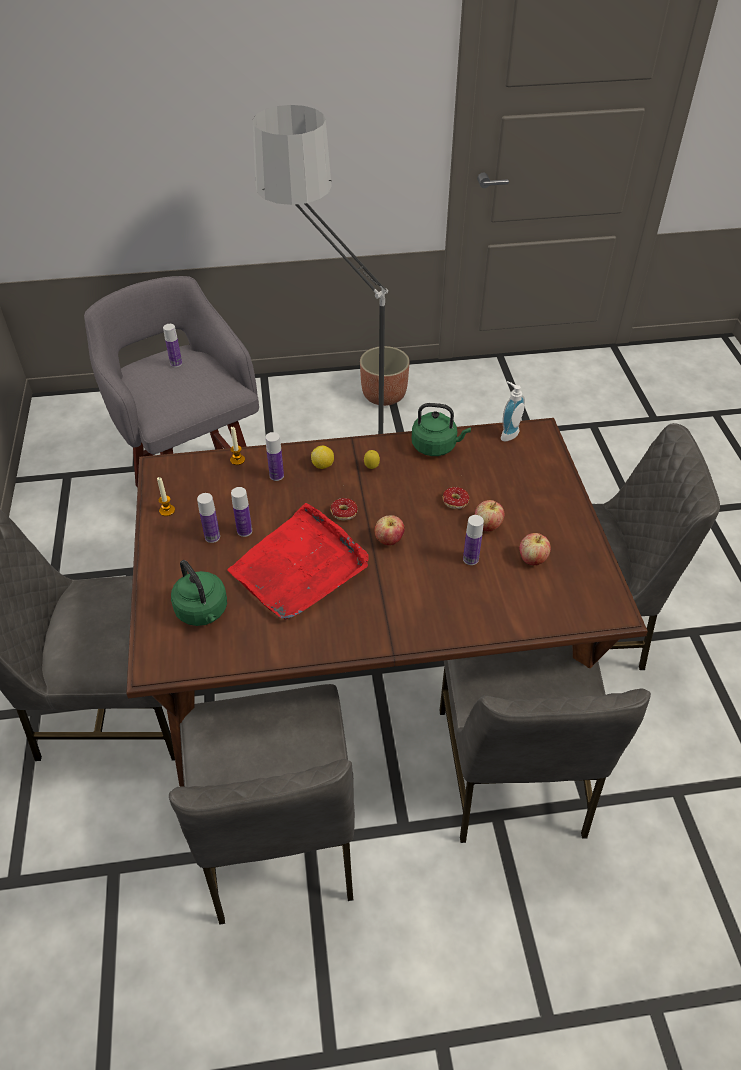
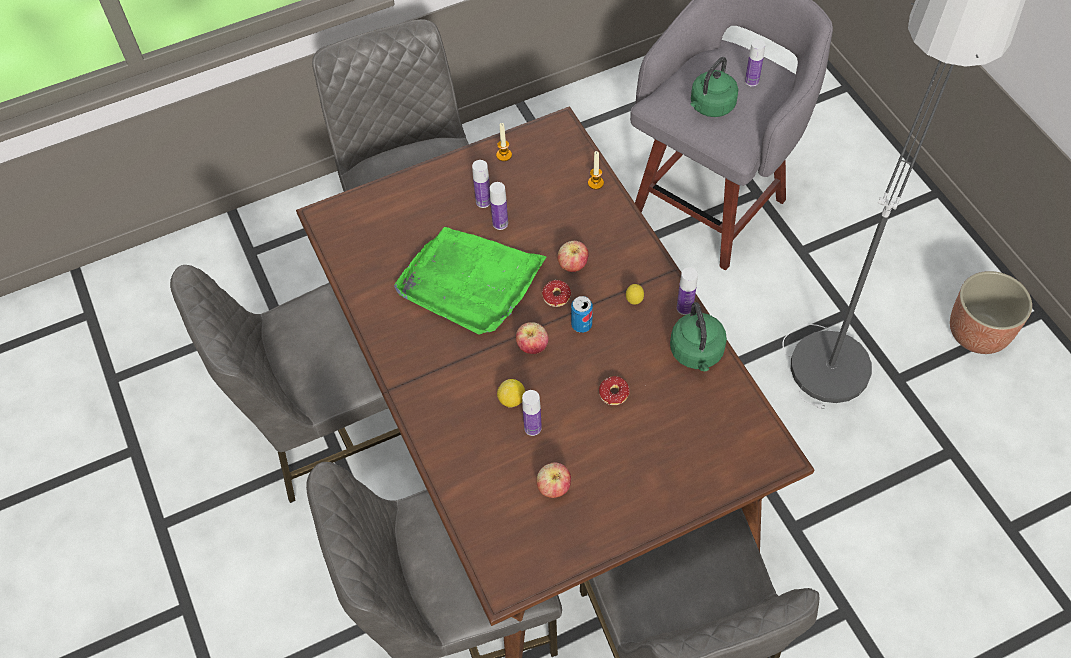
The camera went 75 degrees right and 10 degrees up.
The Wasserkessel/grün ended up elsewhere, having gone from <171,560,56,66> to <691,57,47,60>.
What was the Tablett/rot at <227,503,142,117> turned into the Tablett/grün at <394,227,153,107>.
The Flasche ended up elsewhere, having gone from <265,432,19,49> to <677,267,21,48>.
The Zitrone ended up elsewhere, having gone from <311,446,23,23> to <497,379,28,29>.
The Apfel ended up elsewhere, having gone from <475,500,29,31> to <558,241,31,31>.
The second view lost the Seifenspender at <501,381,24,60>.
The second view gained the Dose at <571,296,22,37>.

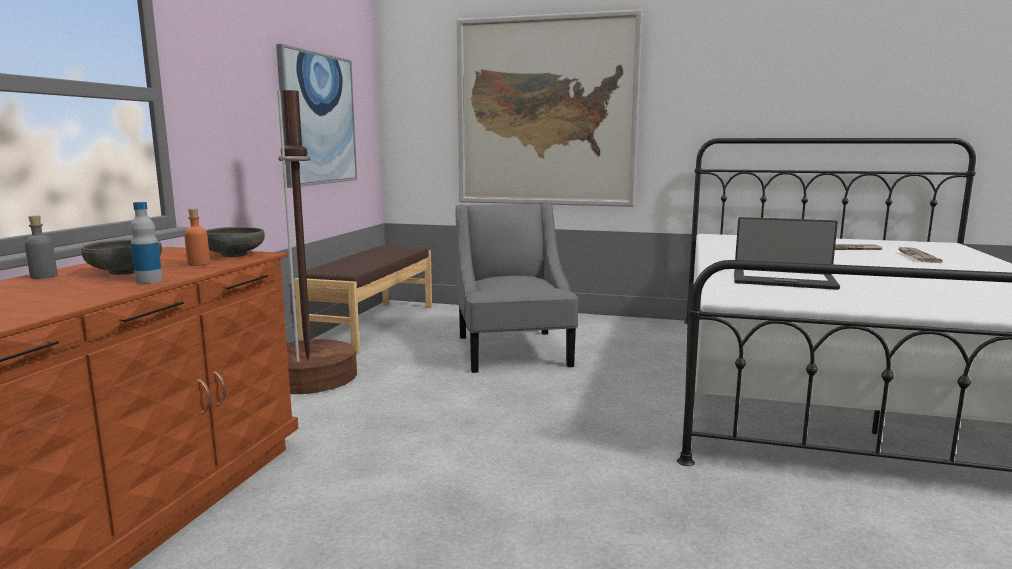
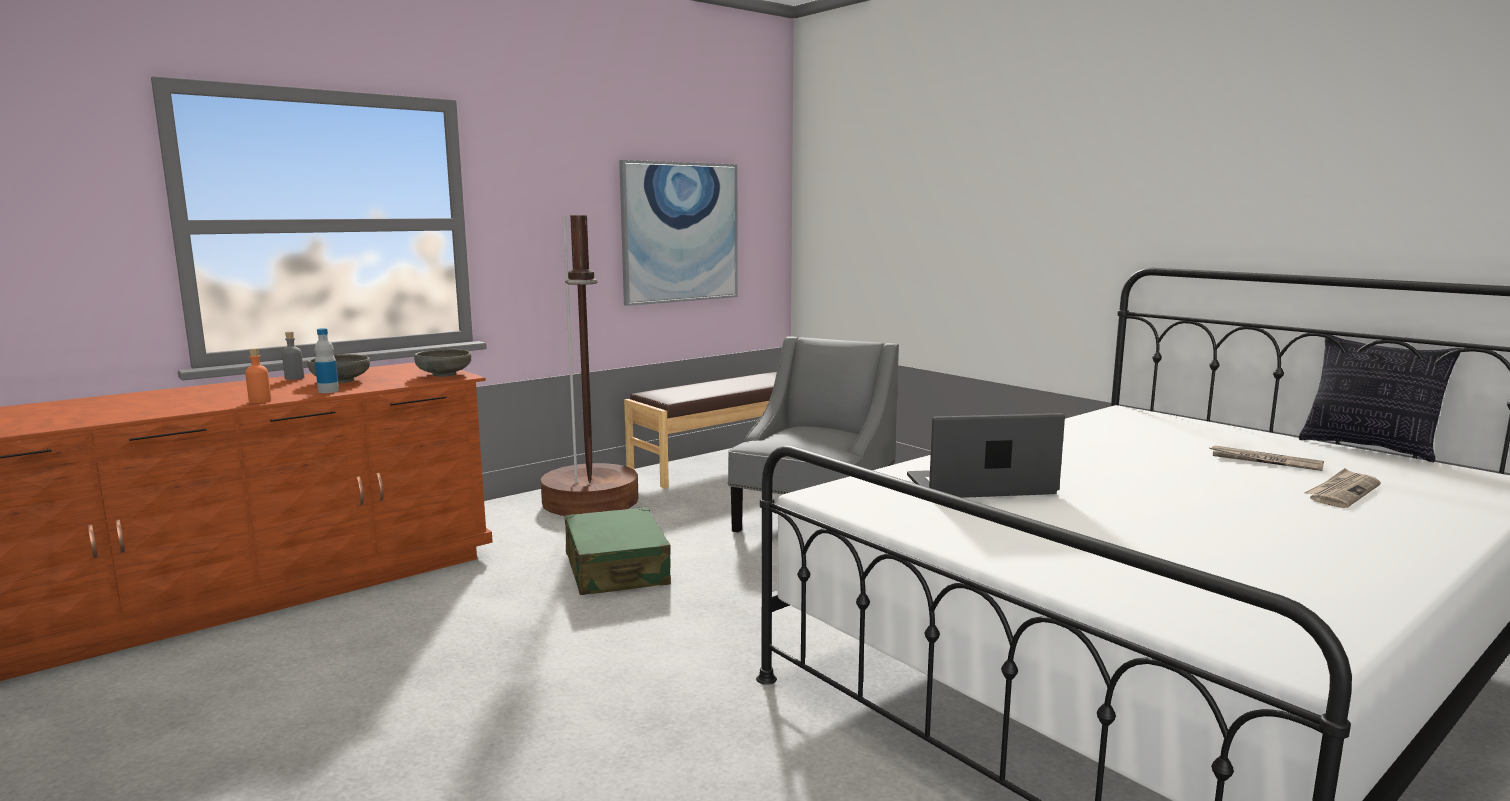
The camera went 35 degrees right and 0 degrees up.
The Flasche/orange ended up elsewhere, having gone from <184,209,26,57> to <245,348,26,55>.
The second view lost the Bild at <456,9,187,198>.
The Laptop at <734,217,106,73> ended up facing another way, 120 degrees clockwise from before.
The second view gained the Koffer/grün at <565,507,106,88>.
The second view gained the Kissen at <1299,335,162,127>.

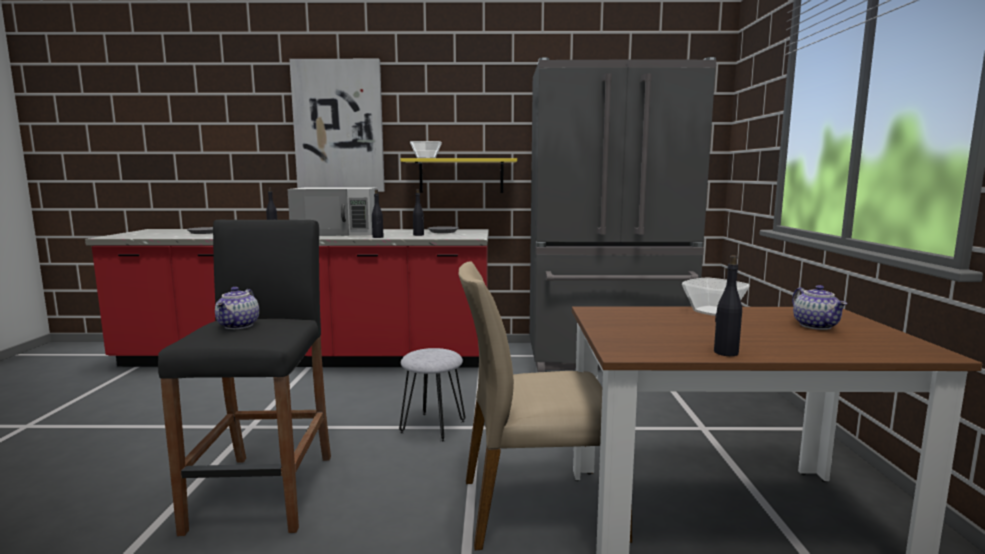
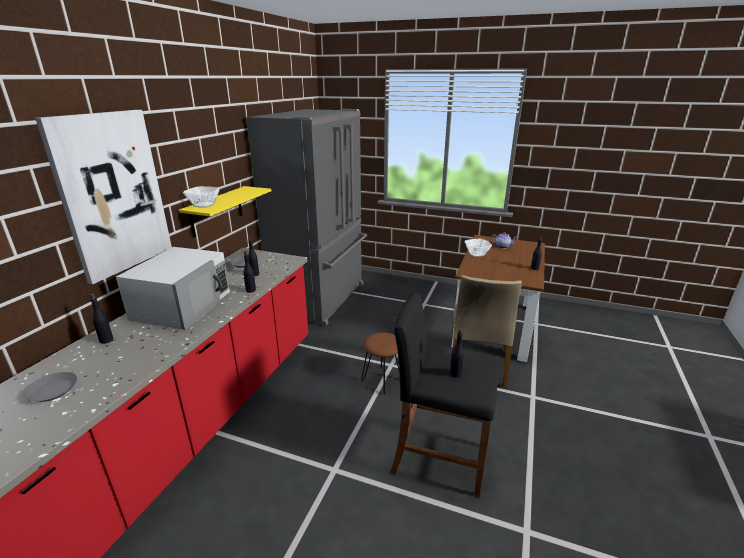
The camera went 70 degrees left and 15 degrees up.
Where the Teekanne stood at <215,287,44,42>, the Flasche/schwarz came to stand at <450,328,14,50>.
What was the Hocker/grau at <399,348,66,94> turned into the Hocker/braun at <361,333,38,62>.

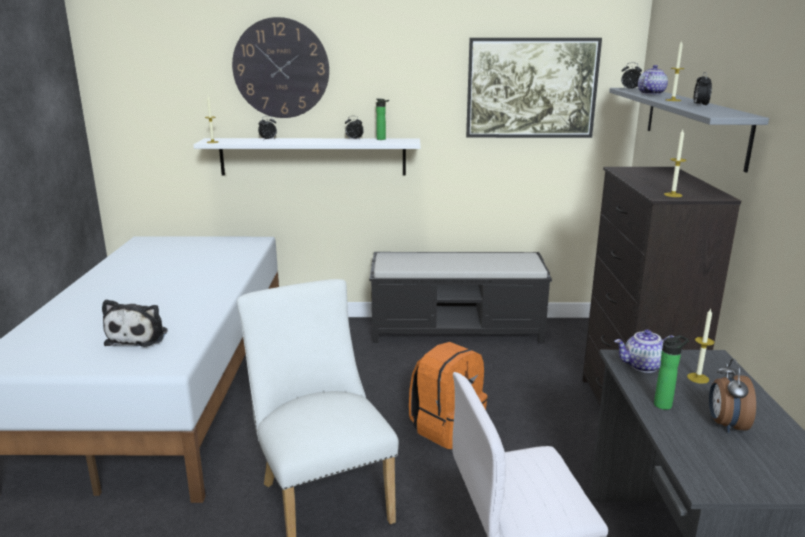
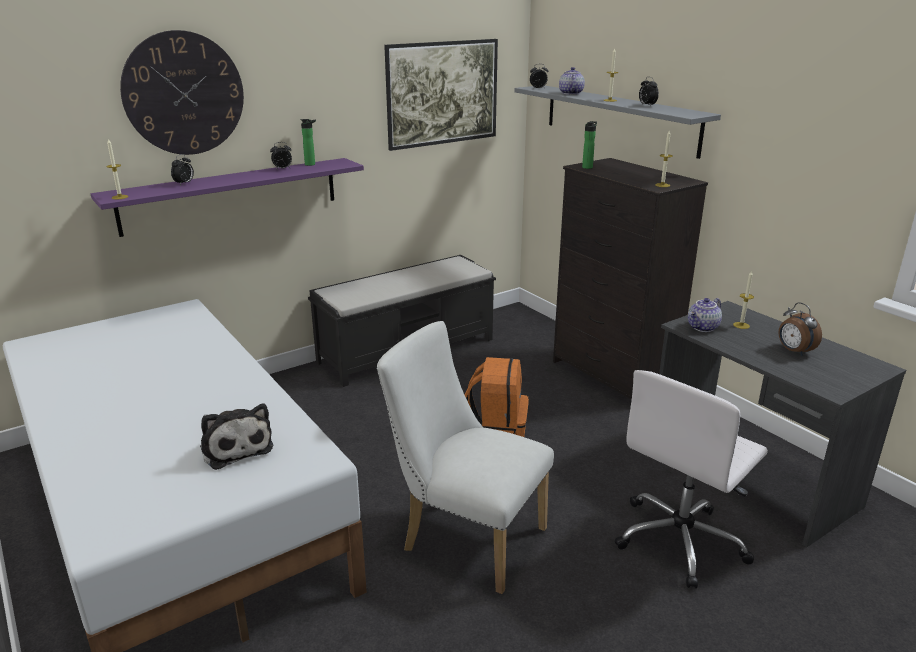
The camera went 35 degrees left and 5 degrees up.
What was the Wandregal/weiß at <193,138,228,38> turned into the Wandregal/lila at <91,158,273,79>.
The Flasche ended up elsewhere, having gone from <654,335,35,75> to <582,121,15,48>.

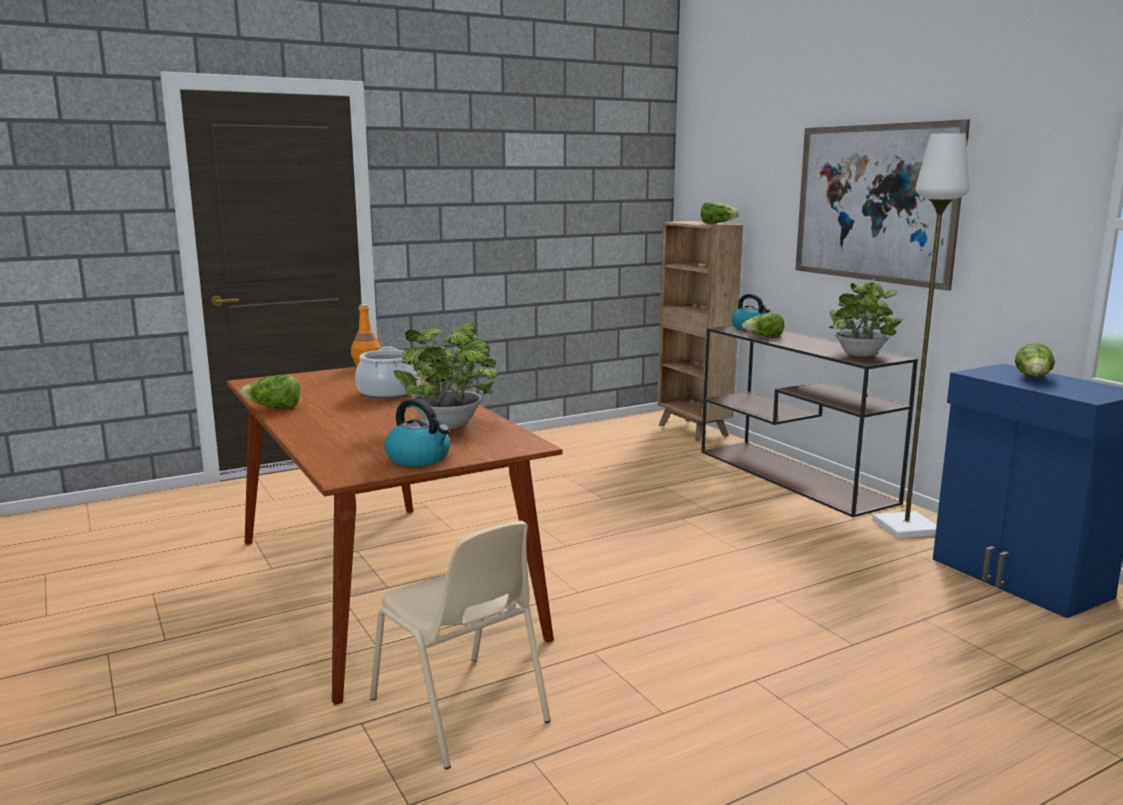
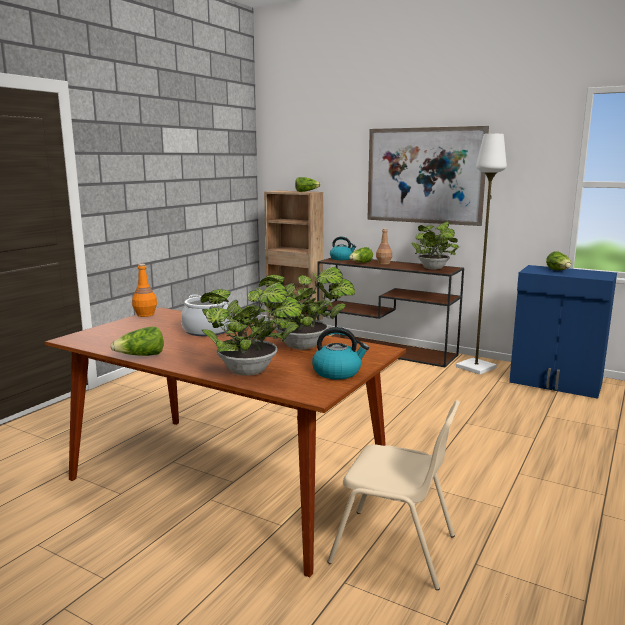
The camera went 30 degrees left and 0 degrees up.
The second view gained the Topfpflanze at <200,283,102,93>.
The second view gained the Flasche/braun at <376,228,16,37>.

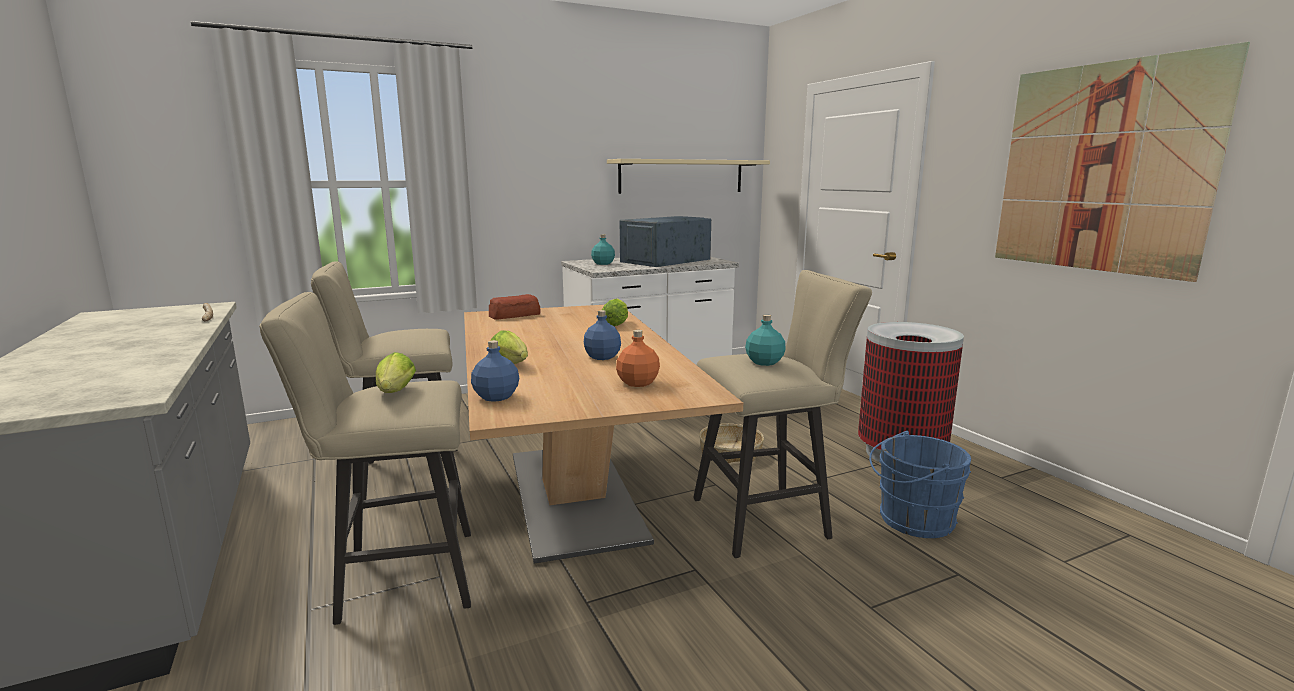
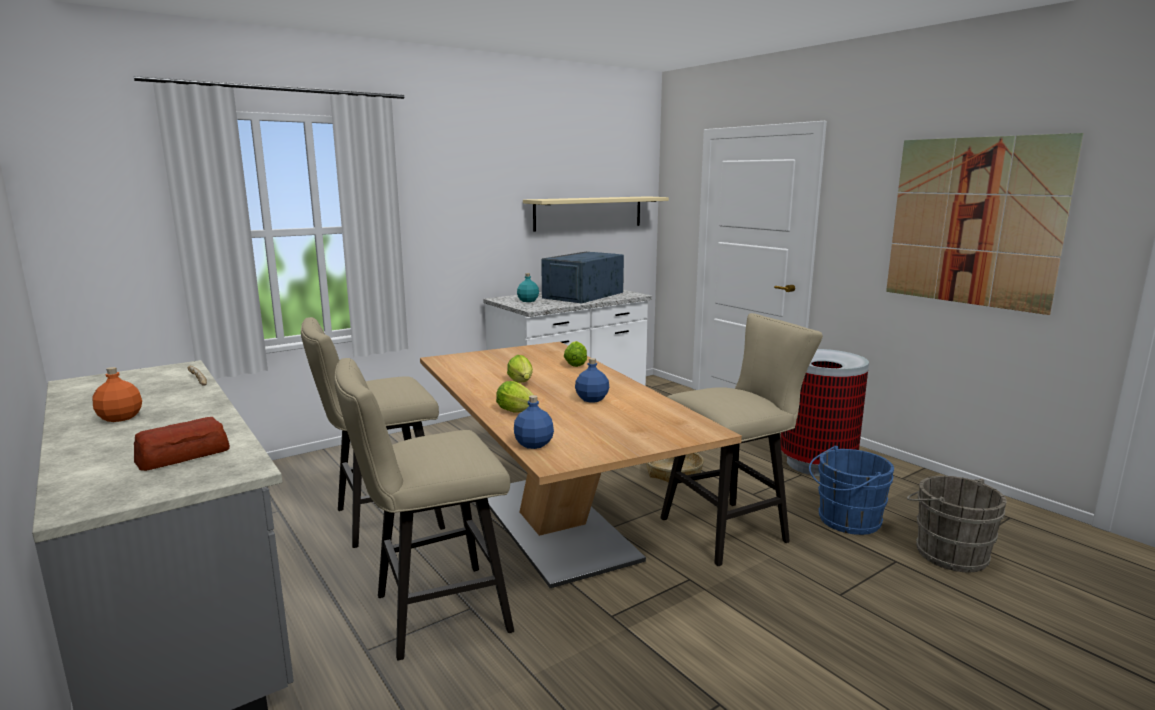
The camera went 10 degrees left and 0 degrees up.
The Salatkopf ended up elsewhere, having gone from <376,352,40,41> to <507,355,26,28>.
The Brot ended up elsewhere, having gone from <489,294,51,26> to <134,417,96,54>.
The Flasche/orange ended up elsewhere, having gone from <616,330,44,57> to <92,367,50,55>.
The second view lost the Flasche/türkis at <745,315,41,51>.
The second view gained the Eimer/grau at <907,476,100,97>.

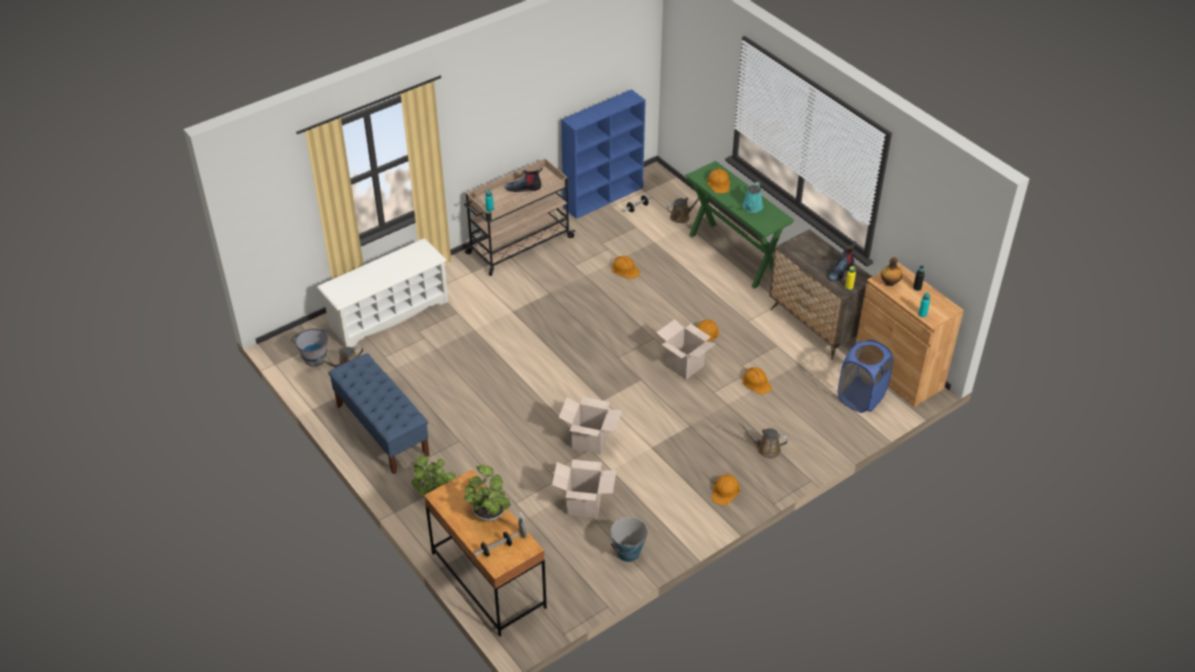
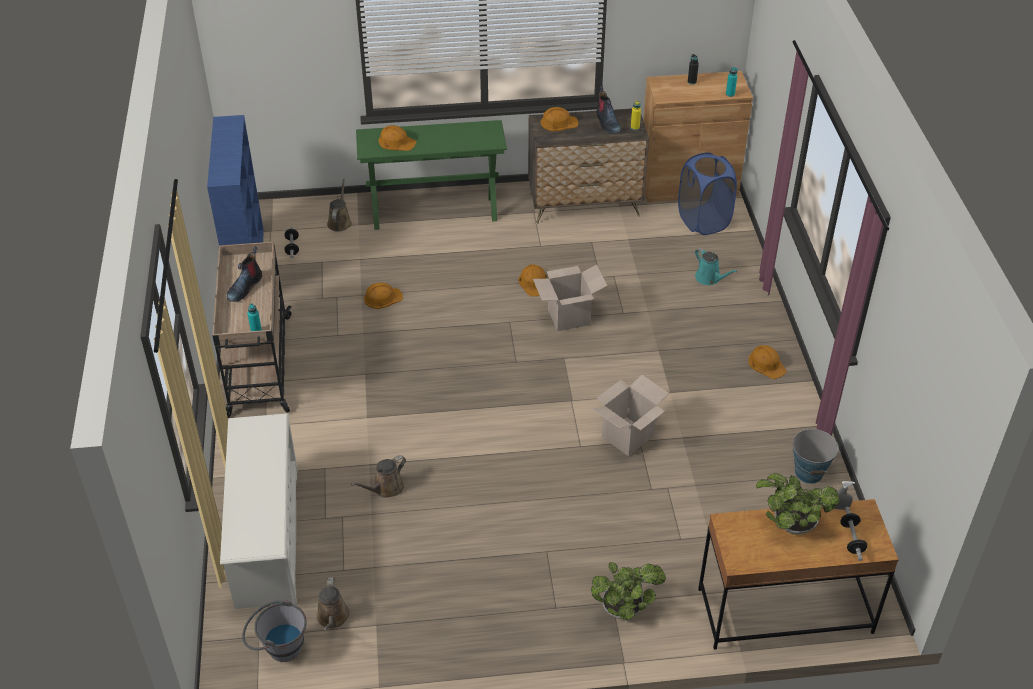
The camera went 60 degrees left and 0 degrees up.
The second view lost the Bank/blau at <328,353,102,121>.
The second view lost the Karton at <552,460,64,58>.
The Gießkanne/braun ended up elsewhere, having gone from <739,423,49,36> to <351,455,55,43>.
The Gießkanne/türkis ended up elsewhere, having gone from <742,182,21,31> to <695,248,42,37>.
The Schutzhelm/orange ended up elsewhere, having gone from <742,367,30,28> to <541,107,37,24>.
The second view lost the Flasche at <881,257,21,29>.

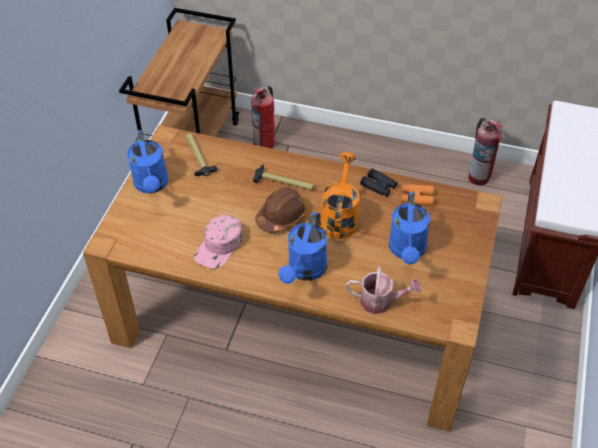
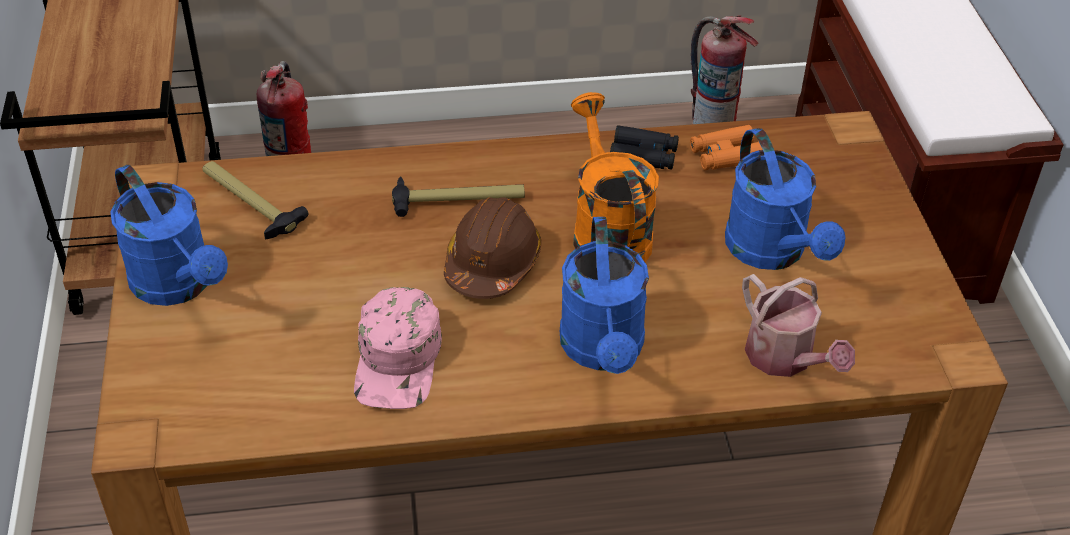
The camera went 25 degrees left and 5 degrees down.
The Gießkanne at <346,266,75,48> ended up facing another way, 75 degrees clockwise from before.

